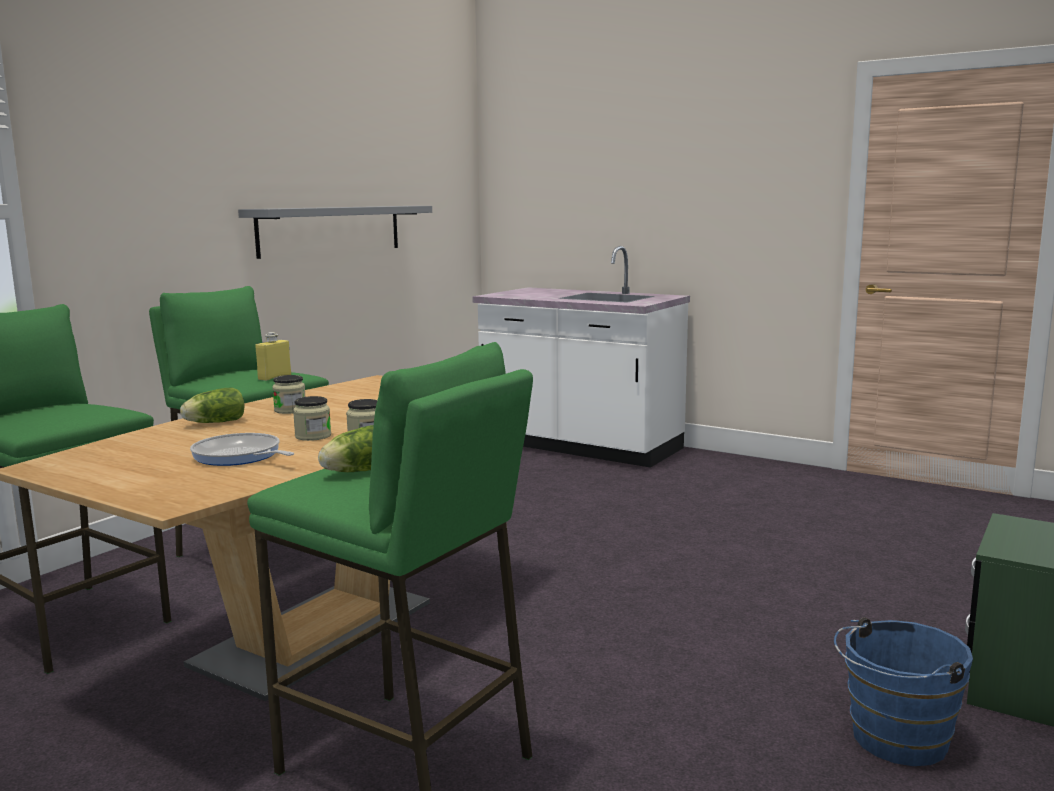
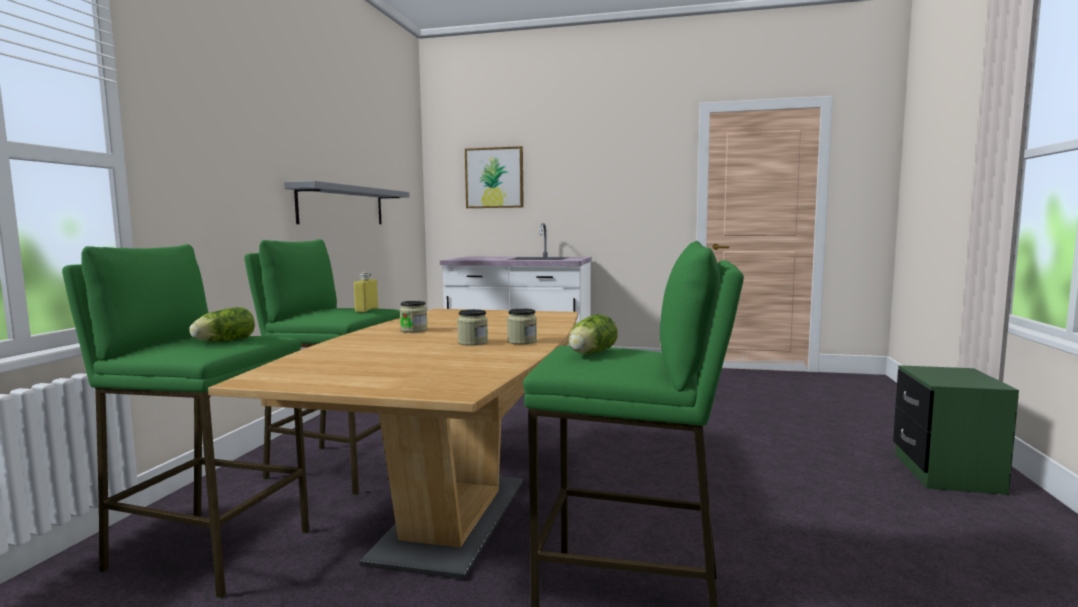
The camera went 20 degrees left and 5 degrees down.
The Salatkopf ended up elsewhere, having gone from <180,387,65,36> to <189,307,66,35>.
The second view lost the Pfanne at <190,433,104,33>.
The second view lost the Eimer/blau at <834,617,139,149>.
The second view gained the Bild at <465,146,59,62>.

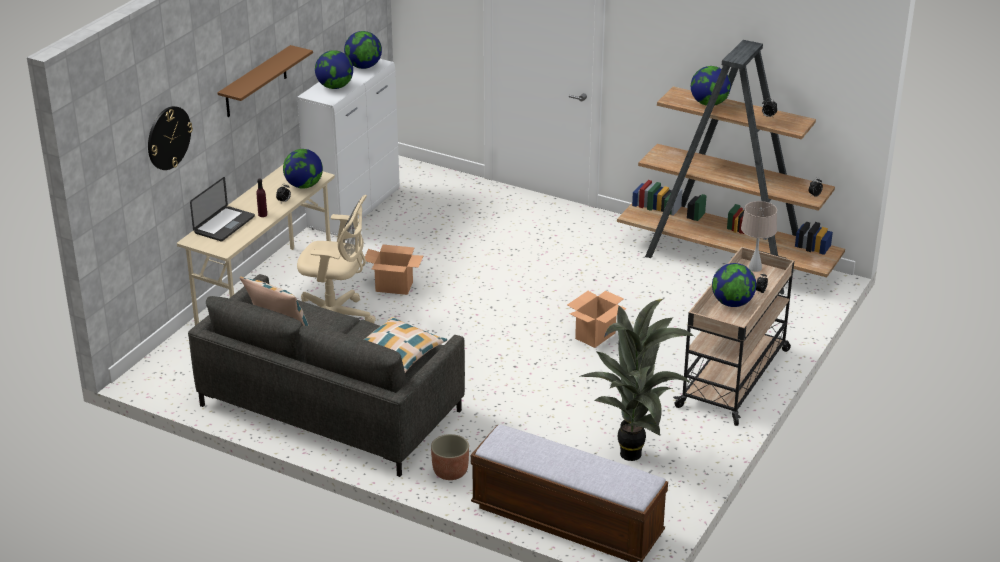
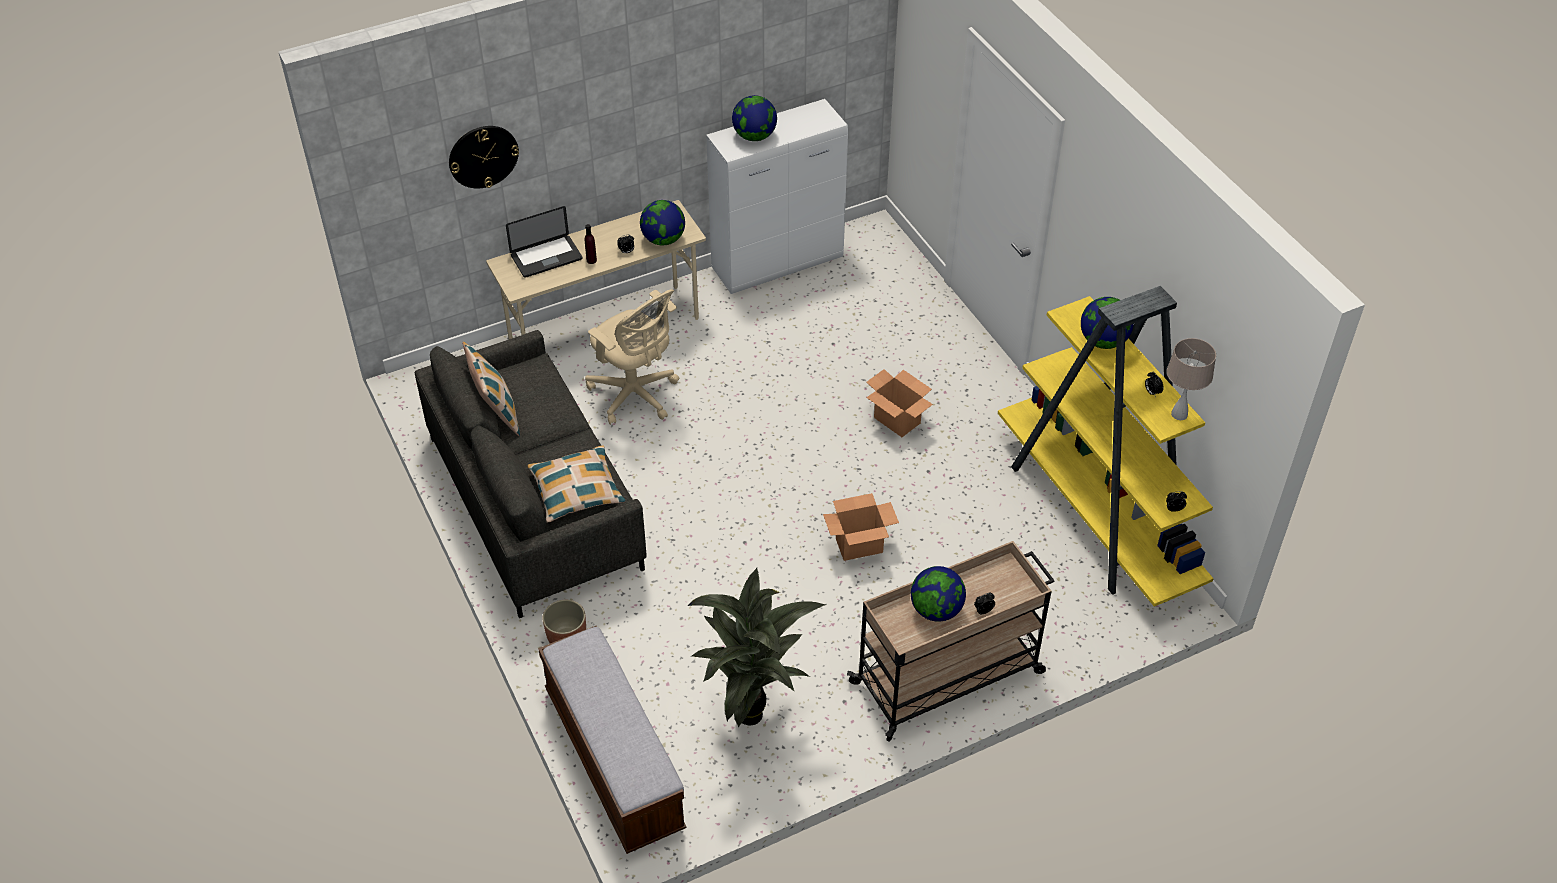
The camera went 35 degrees right and 15 degrees up.
The second view lost the Wandregal/braun at <217,45,96,72>.
The second view lost the Globus at <344,31,38,38>.
The Karton ended up elsewhere, having gone from <365,245,58,50> to <866,369,67,68>.
What was the Bücherregal/braun at <617,40,228,254> turned into the Bücherregal/gelb at <998,286,216,321>.
The Tischlampe/beige ended up elsewhere, having gone from <741,201,36,71> to <1167,338,49,82>.

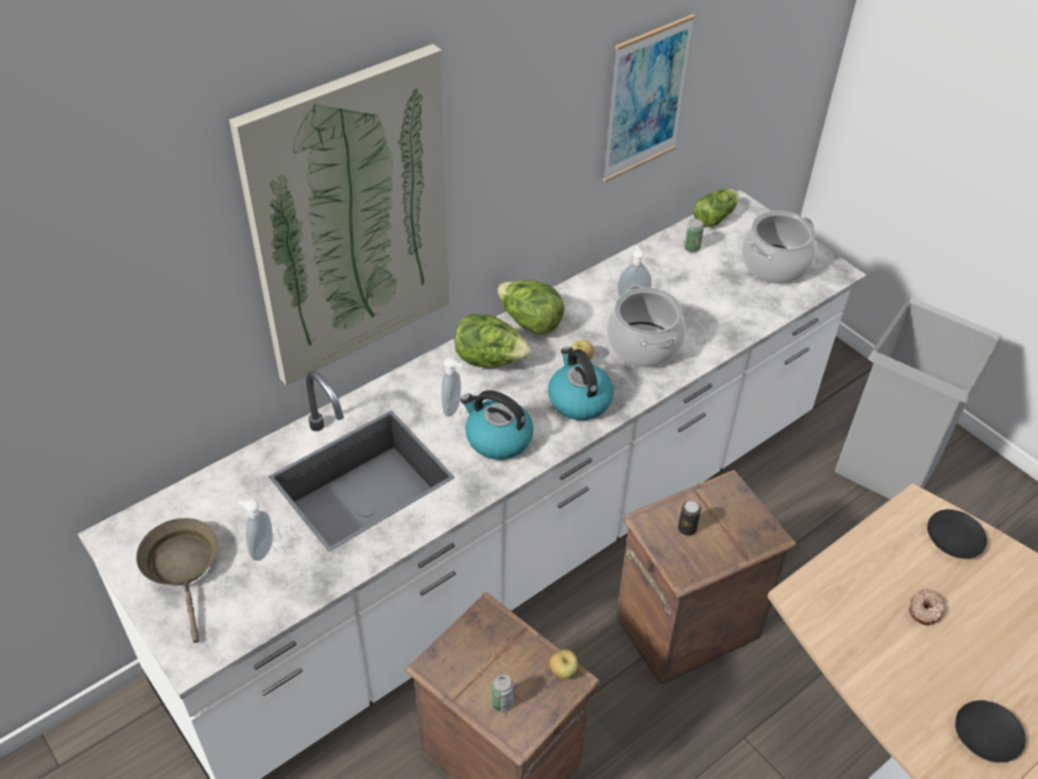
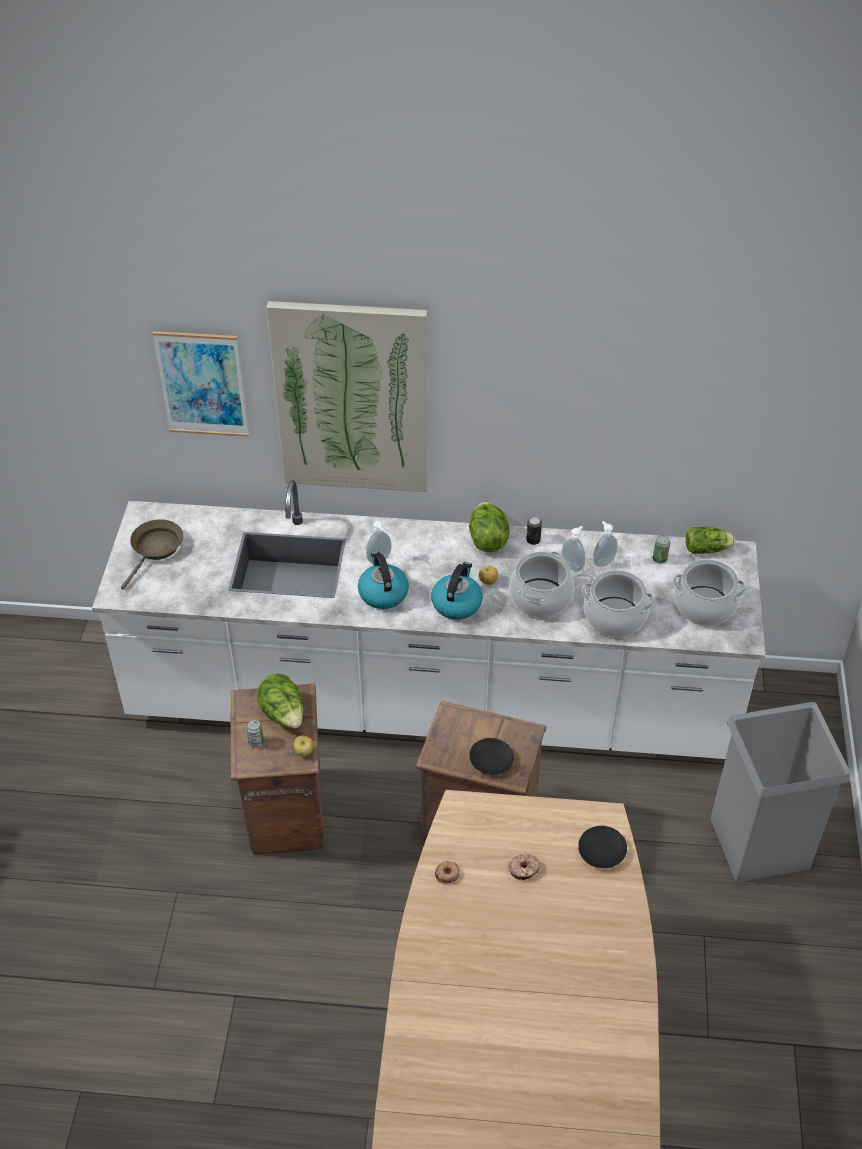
The camera went 45 degrees right and 0 degrees up.
The Seifenspender ended up elsewhere, having gone from <238,500,35,61> to <593,521,25,46>.
The Salatkopf ended up elsewhere, having gone from <454,314,77,53> to <257,674,47,54>.
The Bild ended up elsewhere, having gone from <603,14,92,168> to <152,331,97,106>.
The Dose ended up elsewhere, having gone from <678,501,23,35> to <526,517,16,28>.
The Teller/schwarz ended up elsewhere, having gone from <955,700,71,63> to <469,738,45,37>.
The second view gained the Donut at <435,861,25,23>.
The second view gained the Kochtopf at <581,570,74,67>.

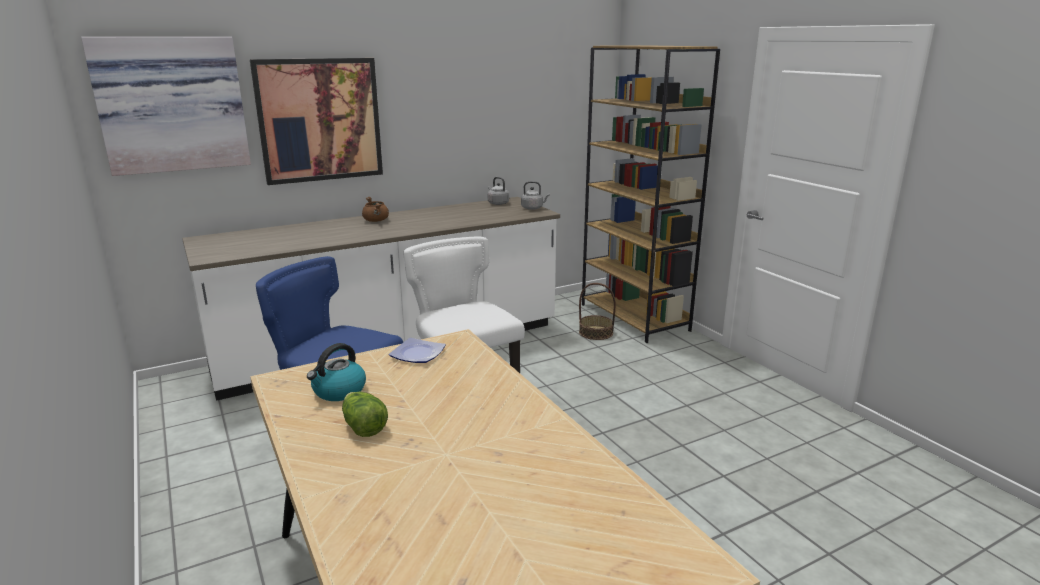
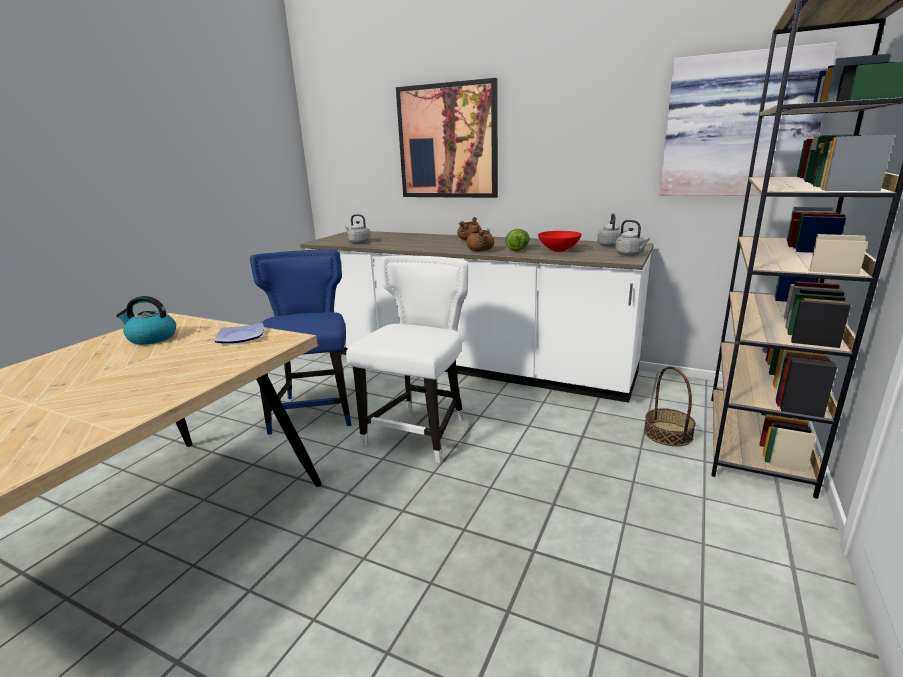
The camera went 55 degrees right and 0 degrees up.
The Bild ended up elsewhere, having gone from <81,37,170,139> to <659,42,179,154>.
The Salatkopf ended up elsewhere, having gone from <342,392,46,45> to <505,229,25,22>.
The second view gained the Wasserkessel/grau at <345,214,25,30>.
The second view gained the Kochtopf/braun at <466,225,28,26>.
The second view gained the Schüssel/rot at <538,231,44,21>.

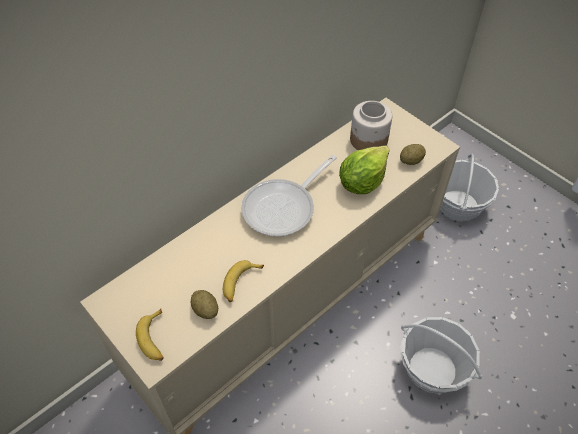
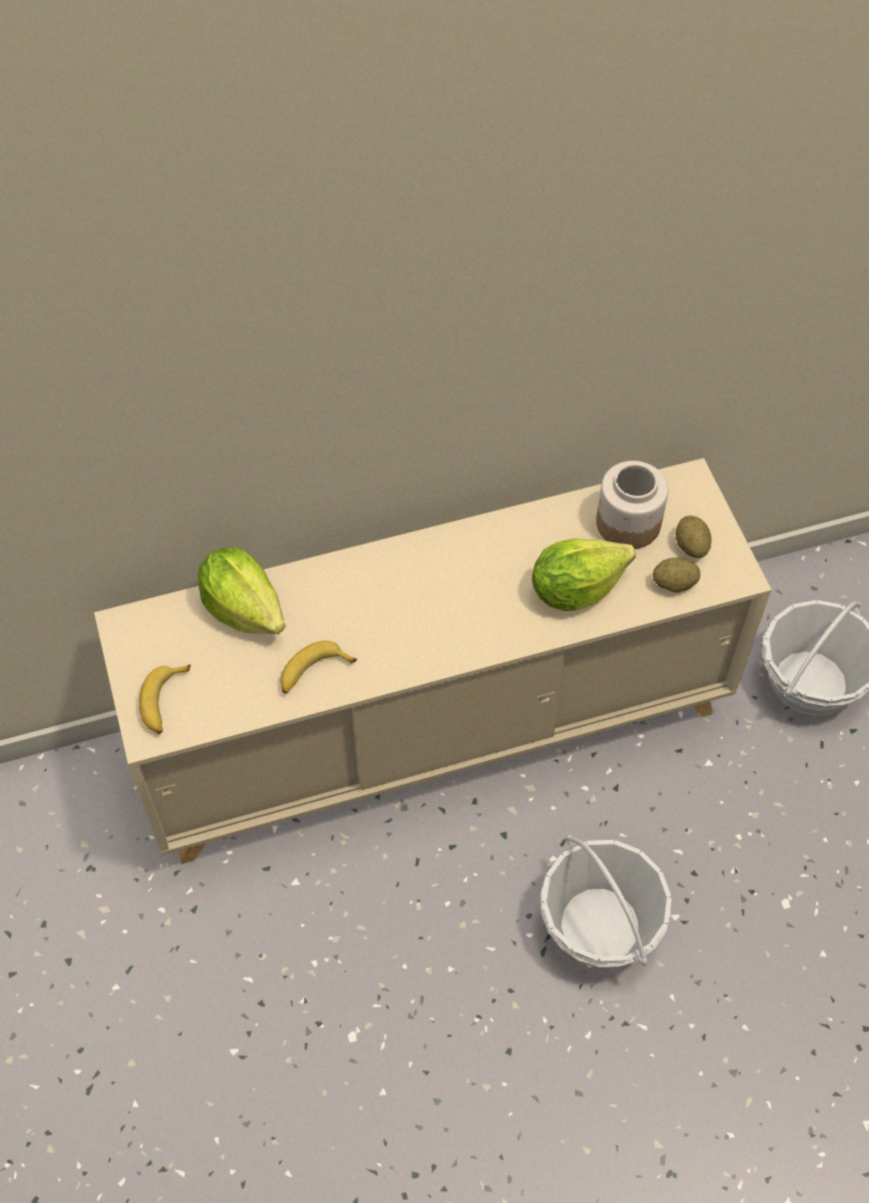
The camera went 25 degrees right and 5 degrees up.
The Kartoffel ended up elsewhere, having gone from <191,290,27,29> to <676,516,36,42>.
The second view lost the Pfanne at <241,155,96,82>.
The second view gained the Salatkopf at <198,548,87,86>.

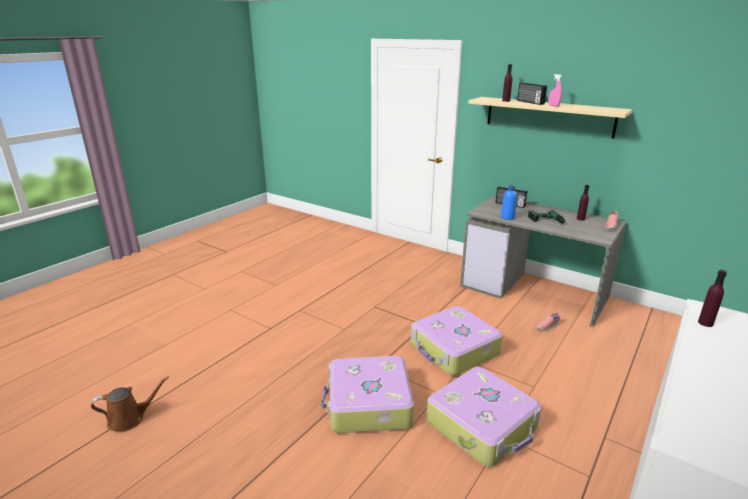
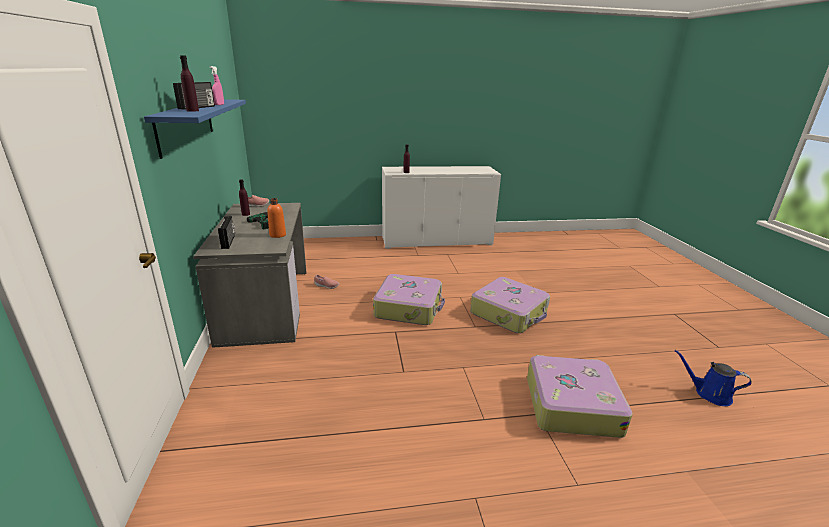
The camera went 135 degrees left and 0 degrees up.
What was the Gießkanne/braun at <91,377,78,55> turned into the Gießkanne/blau at <675,350,77,56>.
The Koffer ended up elsewhere, having gone from <426,367,115,100> to <527,355,106,83>.
What was the Wandregal/beige at <468,97,165,42> turned into the Wandregal/blau at <144,99,102,60>.
What was the Flasche/blau at <501,185,16,35> turned into the Flasche/orange at <267,198,19,40>.

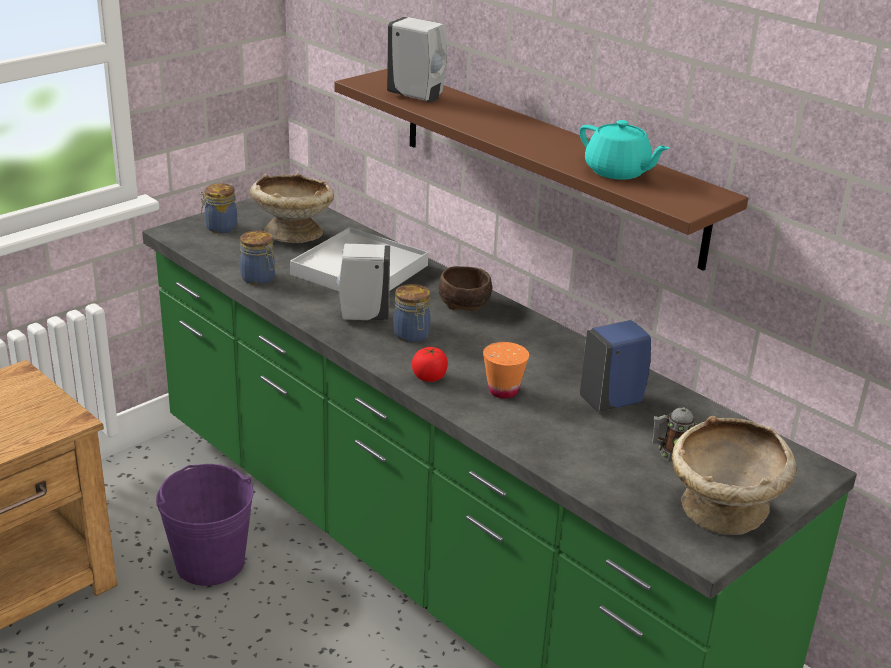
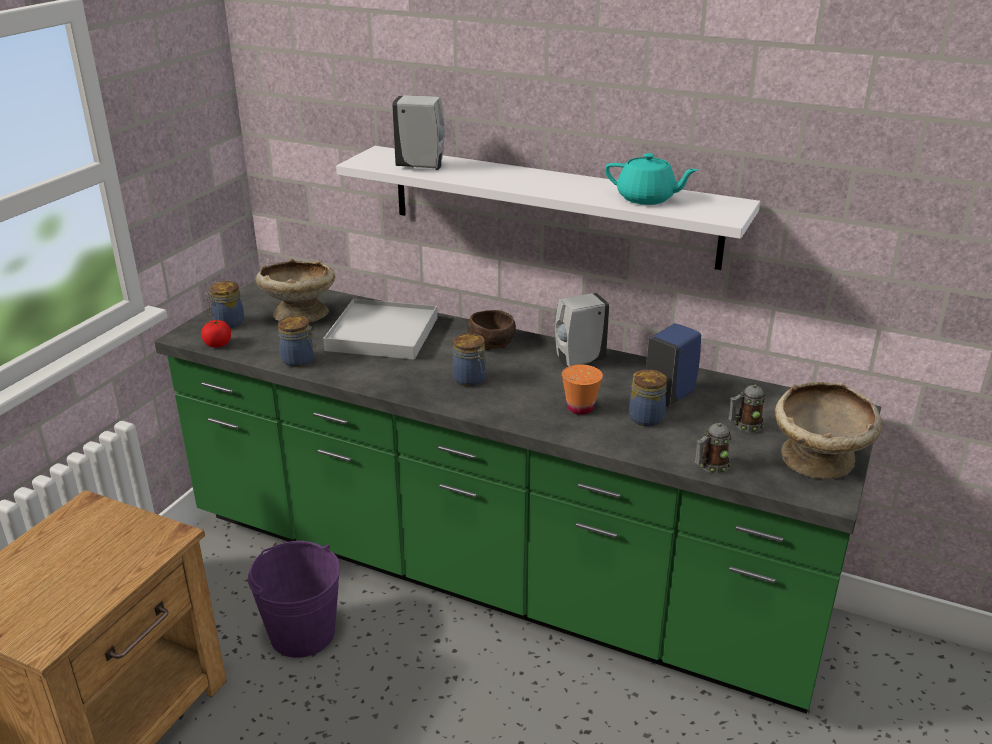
The camera went 20 degrees left and 0 degrees up.
What was the Wandregal/braun at <334,69,414,202> turned into the Wandregal/weiß at <336,146,424,124>.
The Seifenspender/weiß ended up elsewhere, having gone from <337,244,53,76> to <555,293,54,74>.
The Tomate ended up elsewhere, having gone from <412,347,36,35> to <201,320,30,28>.
The second view gained the Vorratsglas at <629,369,38,58>.
The second view gained the Henkelbecher at <695,423,37,50>.

